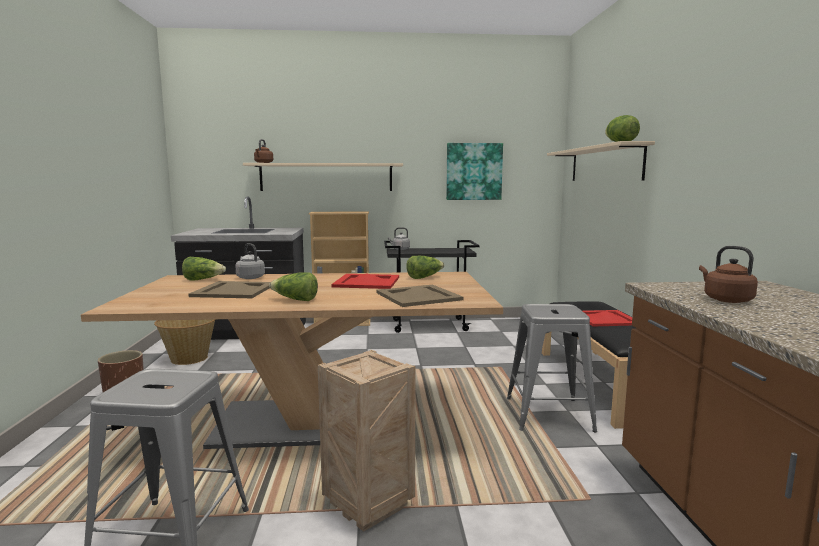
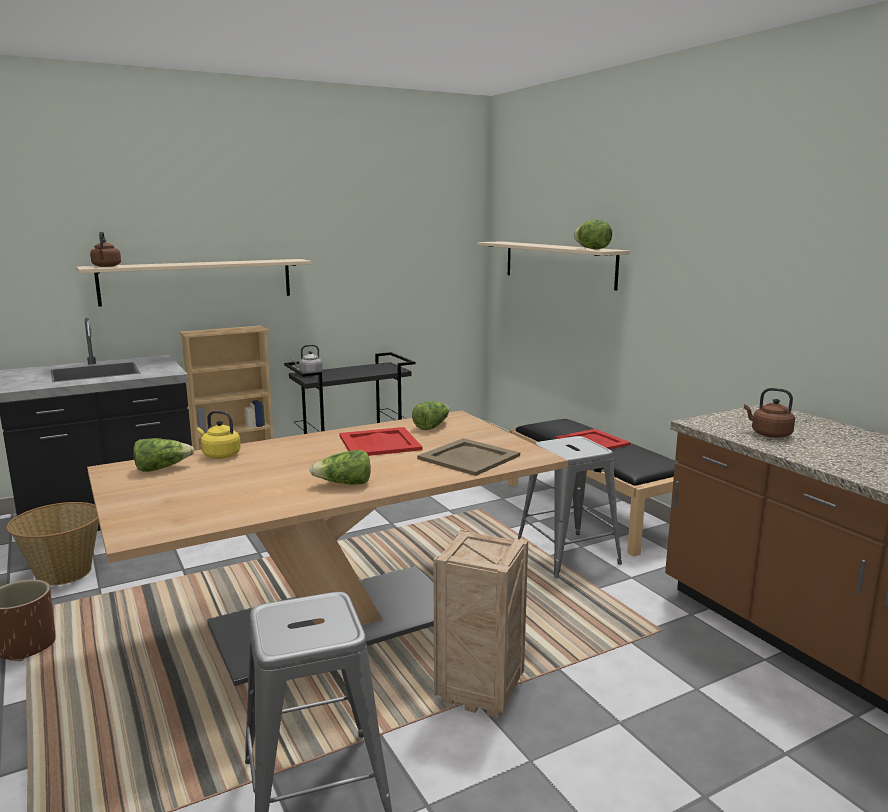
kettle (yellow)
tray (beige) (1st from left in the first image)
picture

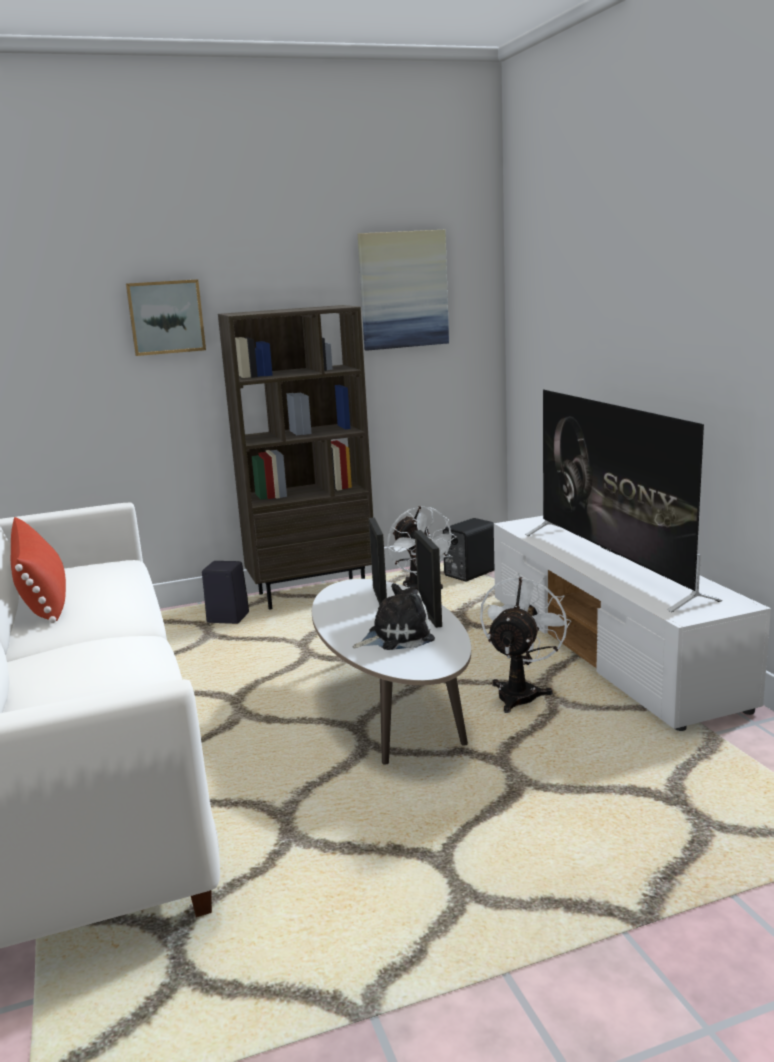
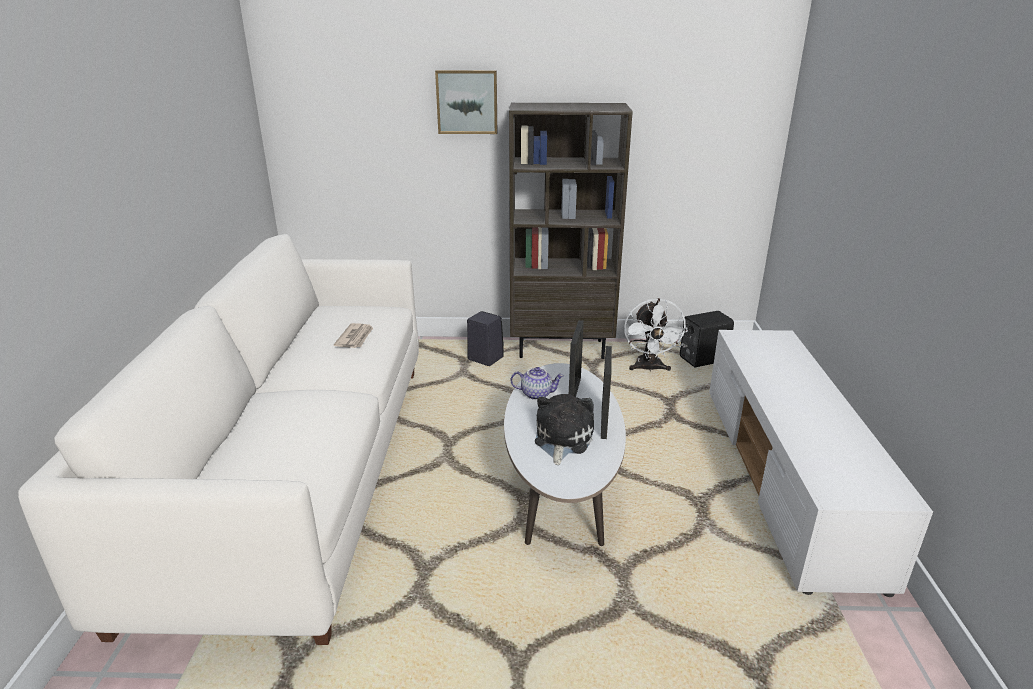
newspaper
teapot
plush toy
pillow (red)
picture (2nd from left in the first image)
fan (white) (2nd from left in the first image)
television

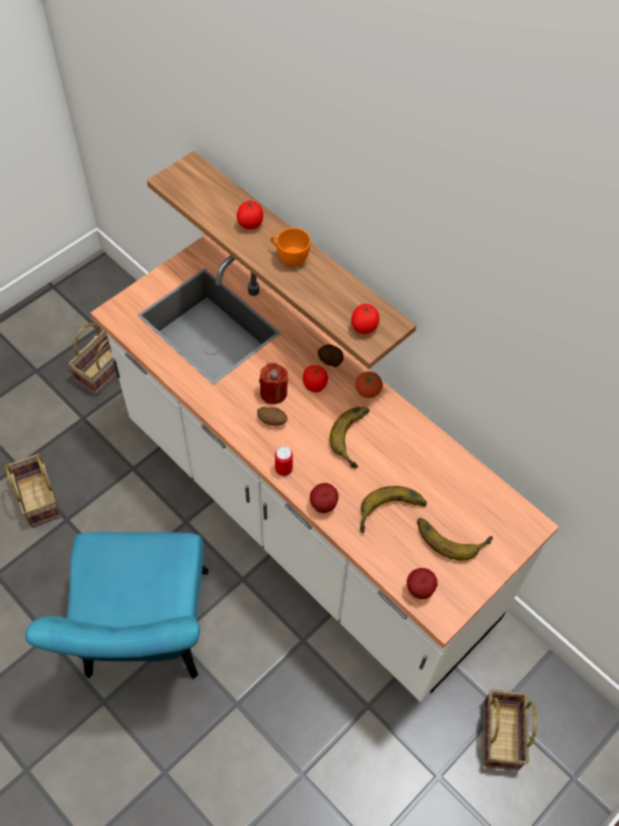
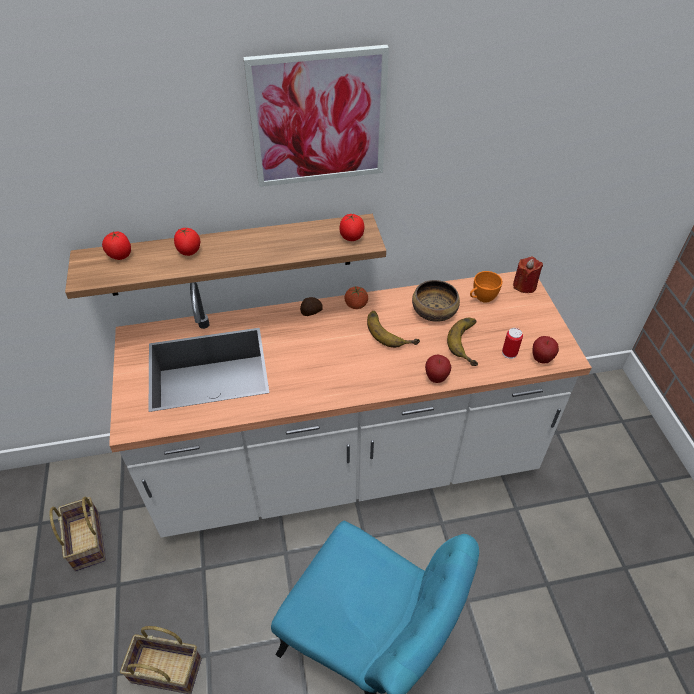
tomato (1st from left)
picture
bowl
cup (orange)
can
candle (red)
potato (1st from left in the first image)
banana (3rd from left in the first image)
basket (3rd from left in the first image)

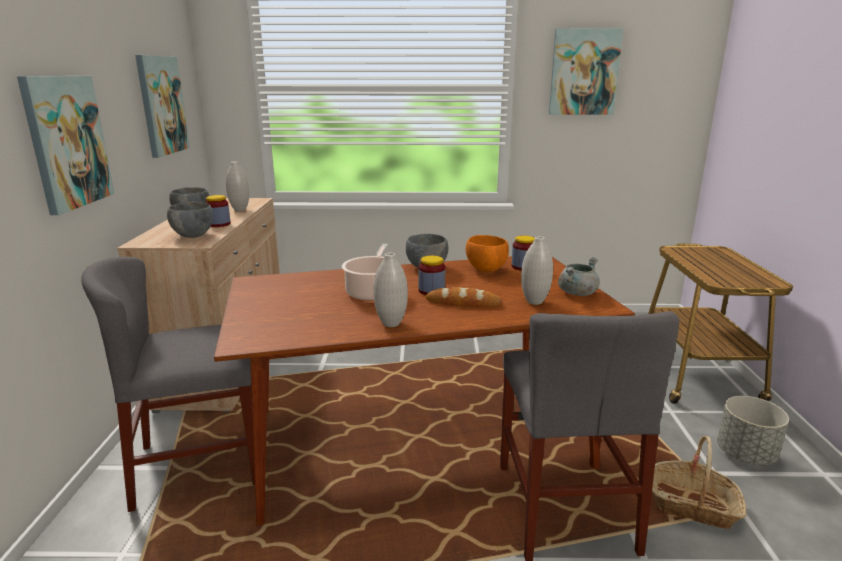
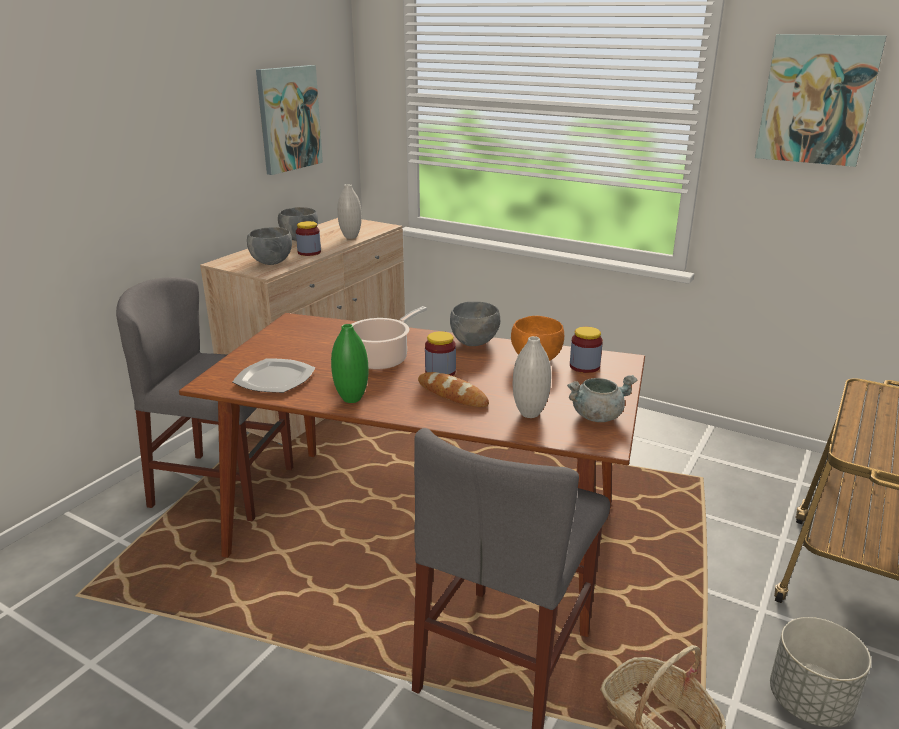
plate
vase (green)
picture (1st from left in the first image)

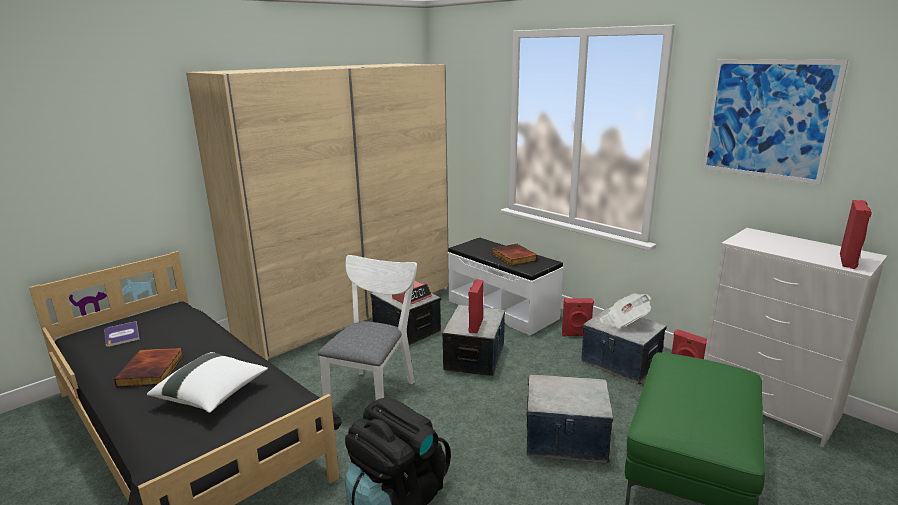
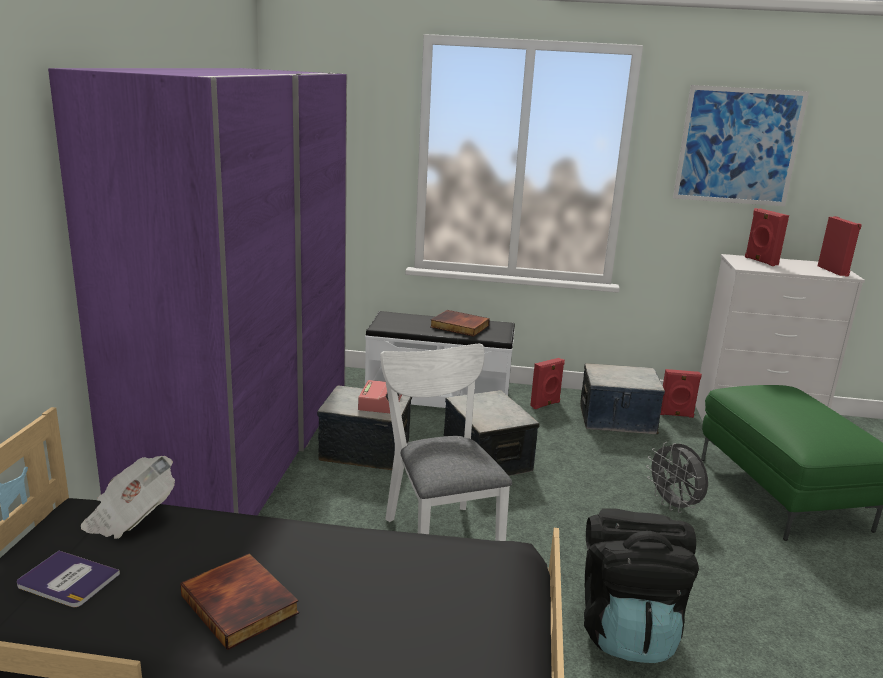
wardrobe (purple)
newspaper
fan (grey)
speaker (red) (3rd from left)
pillow (white)

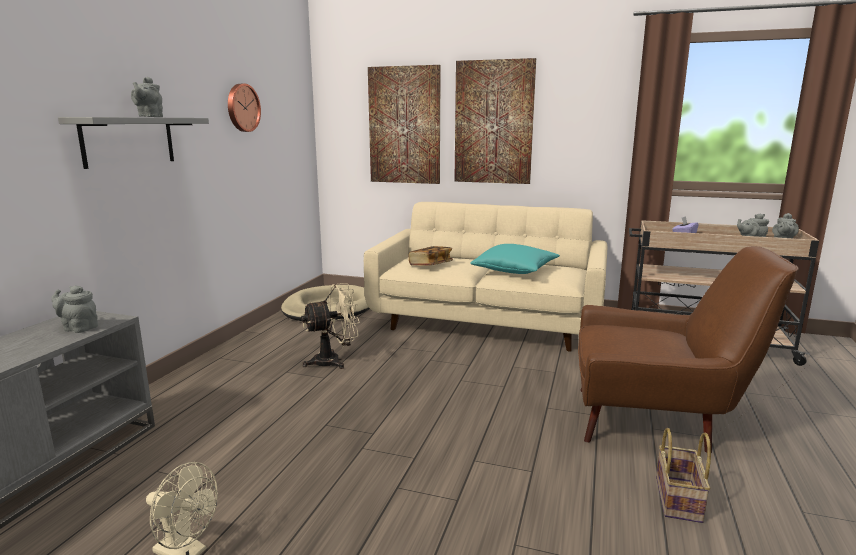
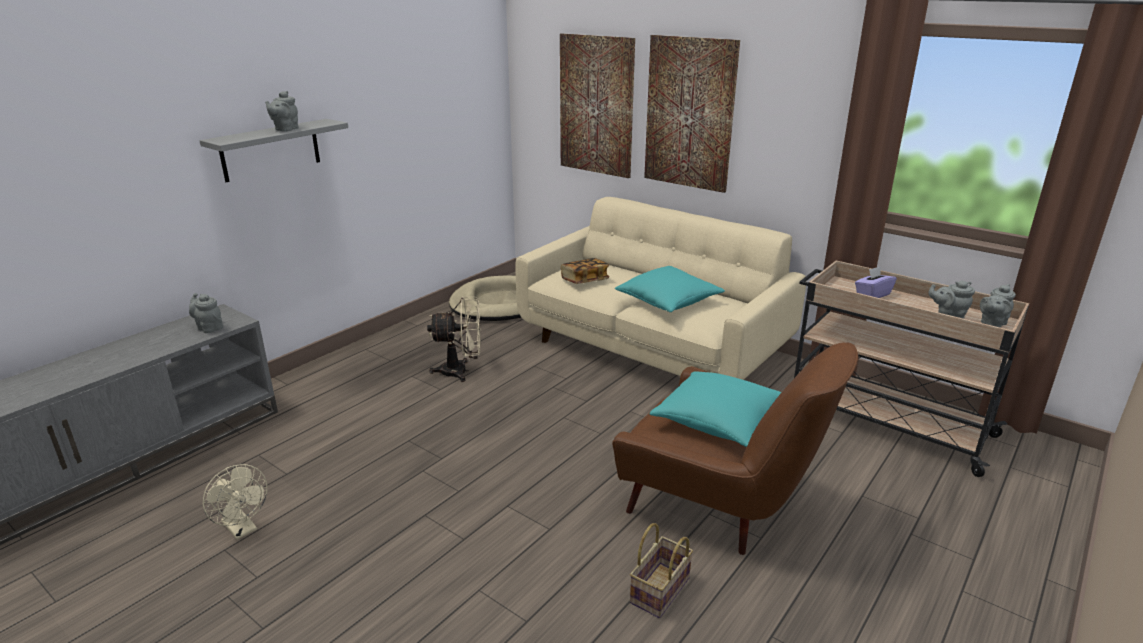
pillow (turquoise) (2nd from left)
wall clock

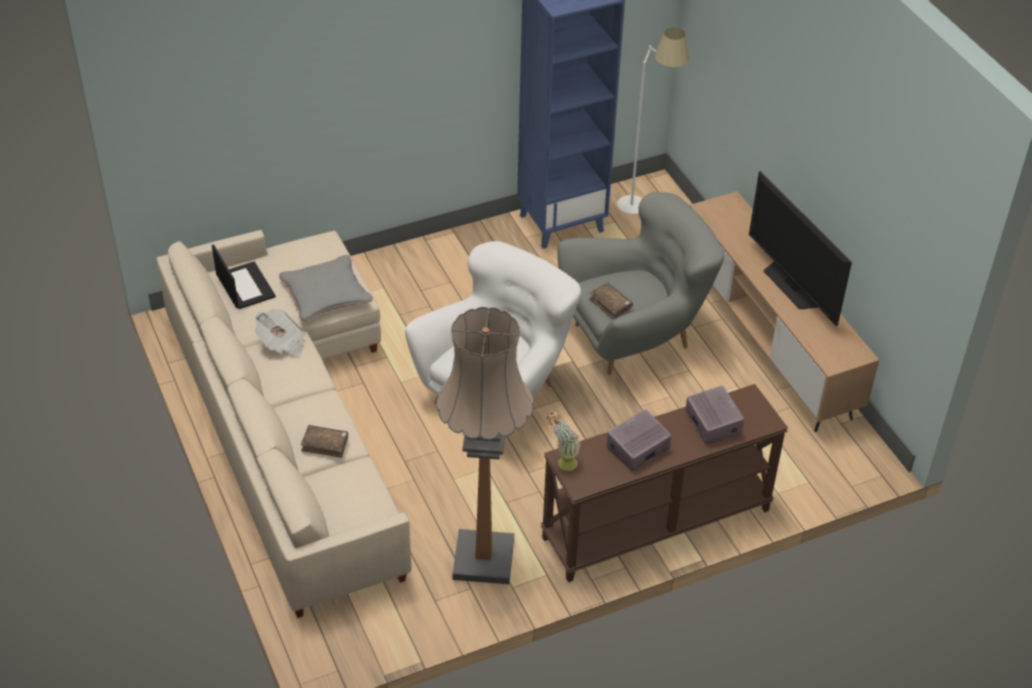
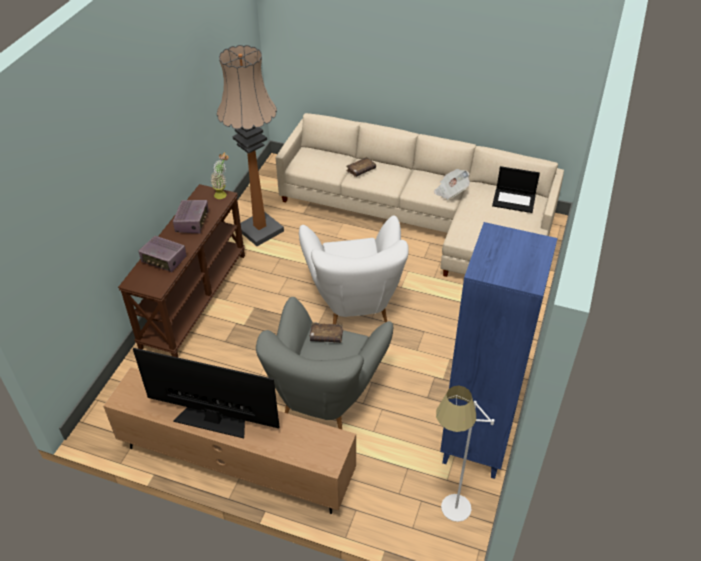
pillow (grey)

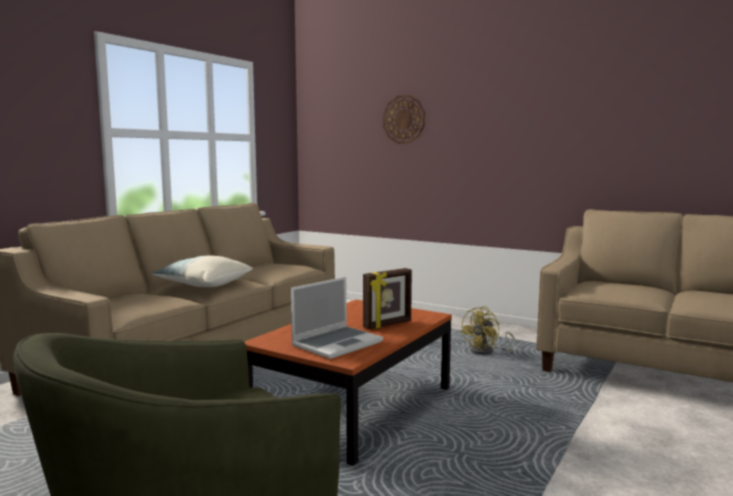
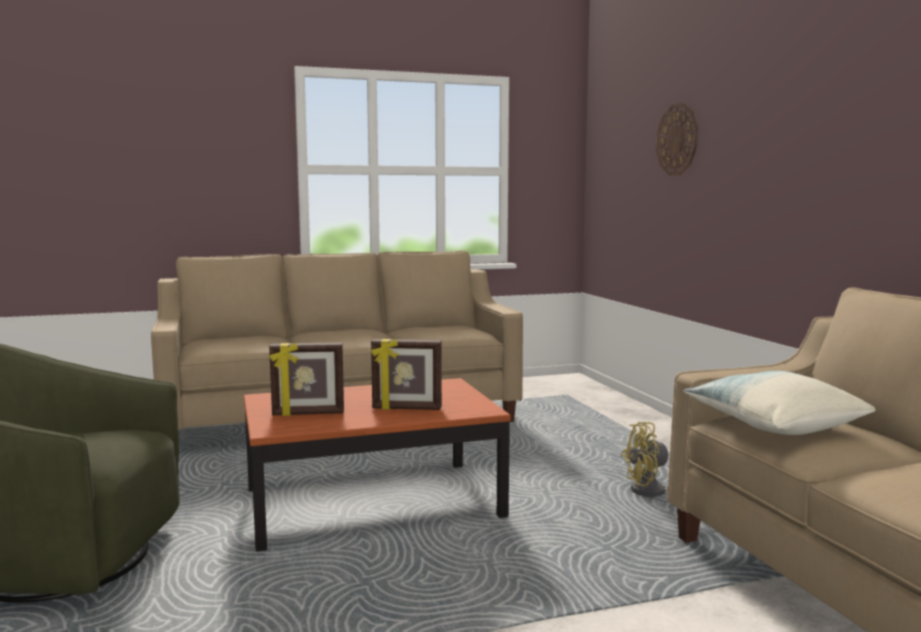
picture frame (1st from left)
pillow

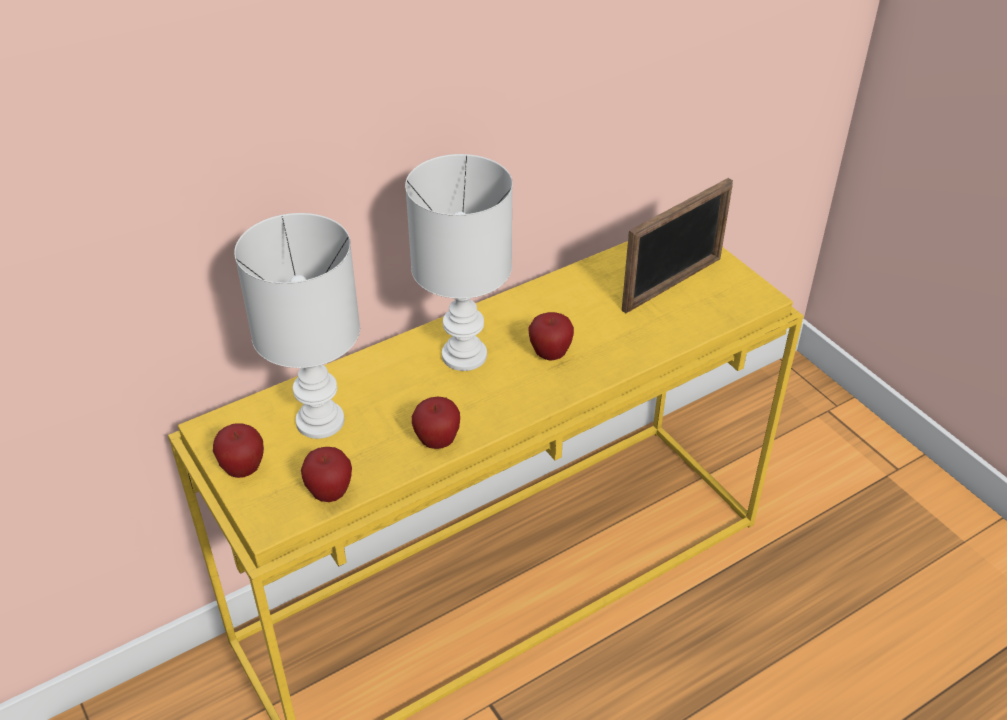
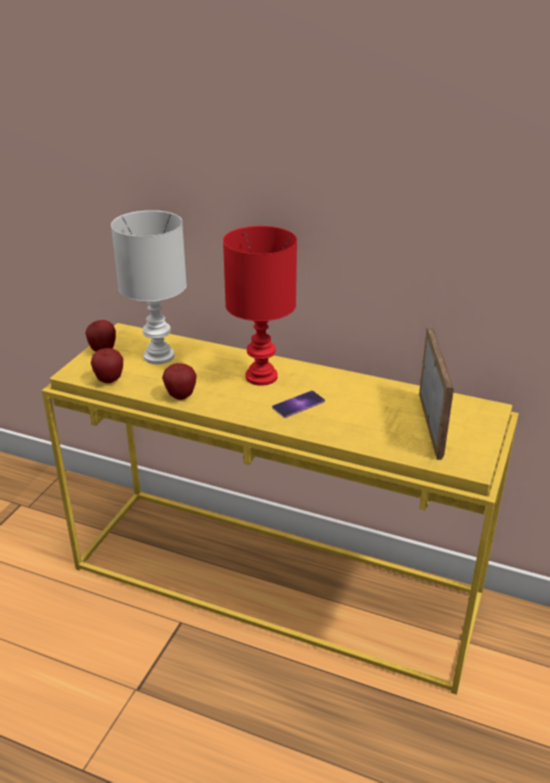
table lamp (red)
phone
picture frame

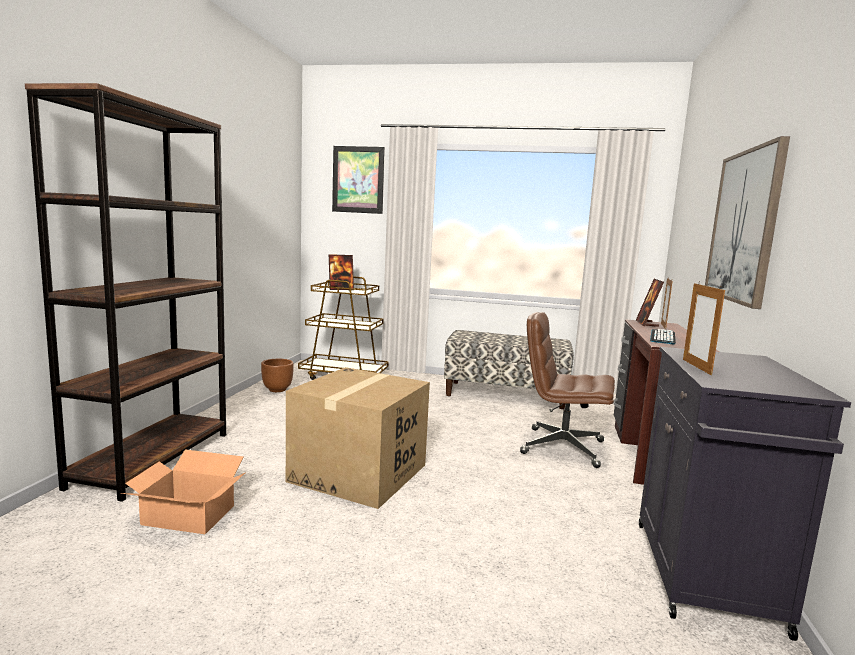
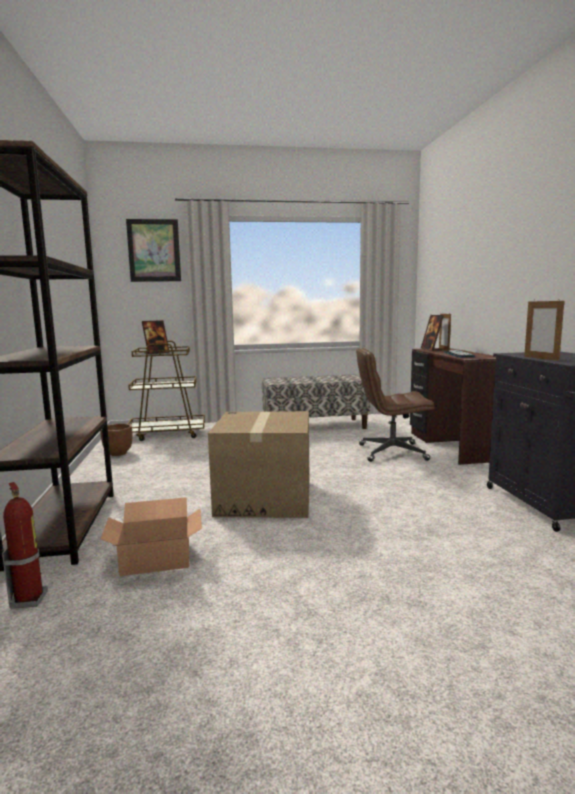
fire extinguisher
picture (2nd from left in the first image)

